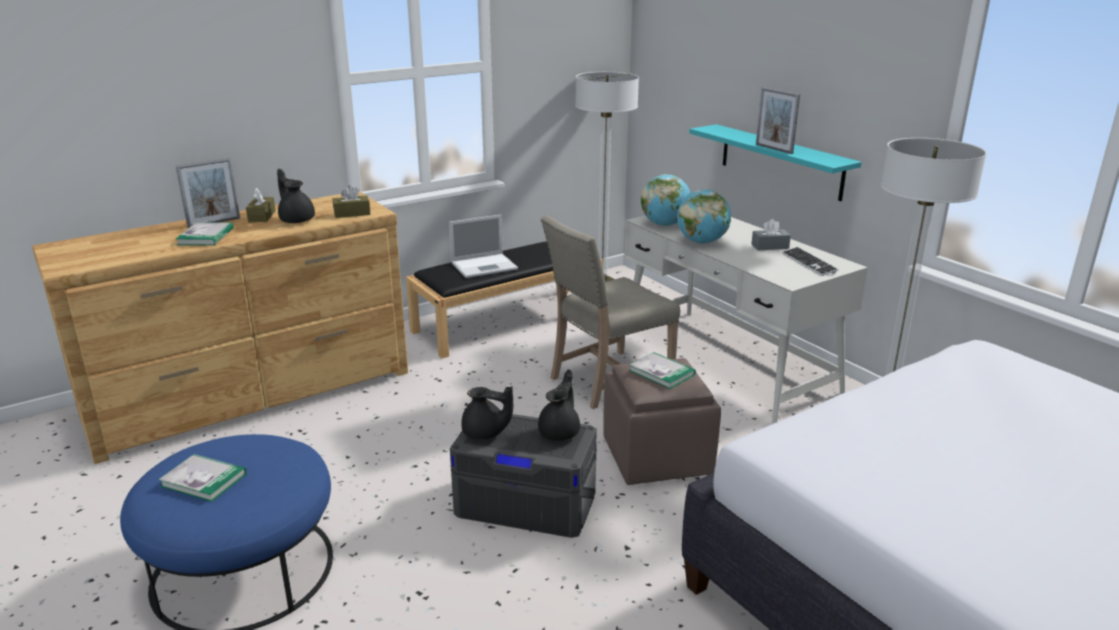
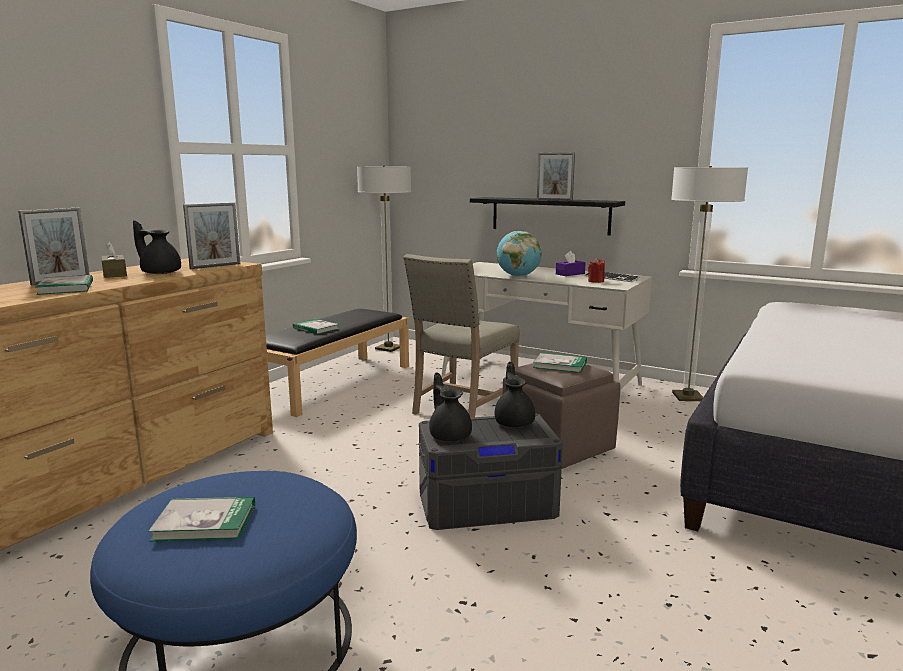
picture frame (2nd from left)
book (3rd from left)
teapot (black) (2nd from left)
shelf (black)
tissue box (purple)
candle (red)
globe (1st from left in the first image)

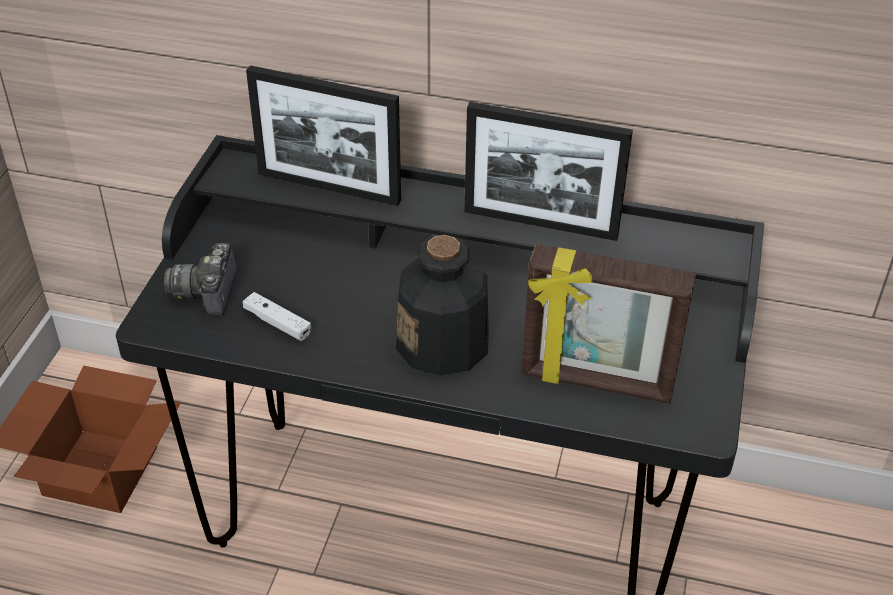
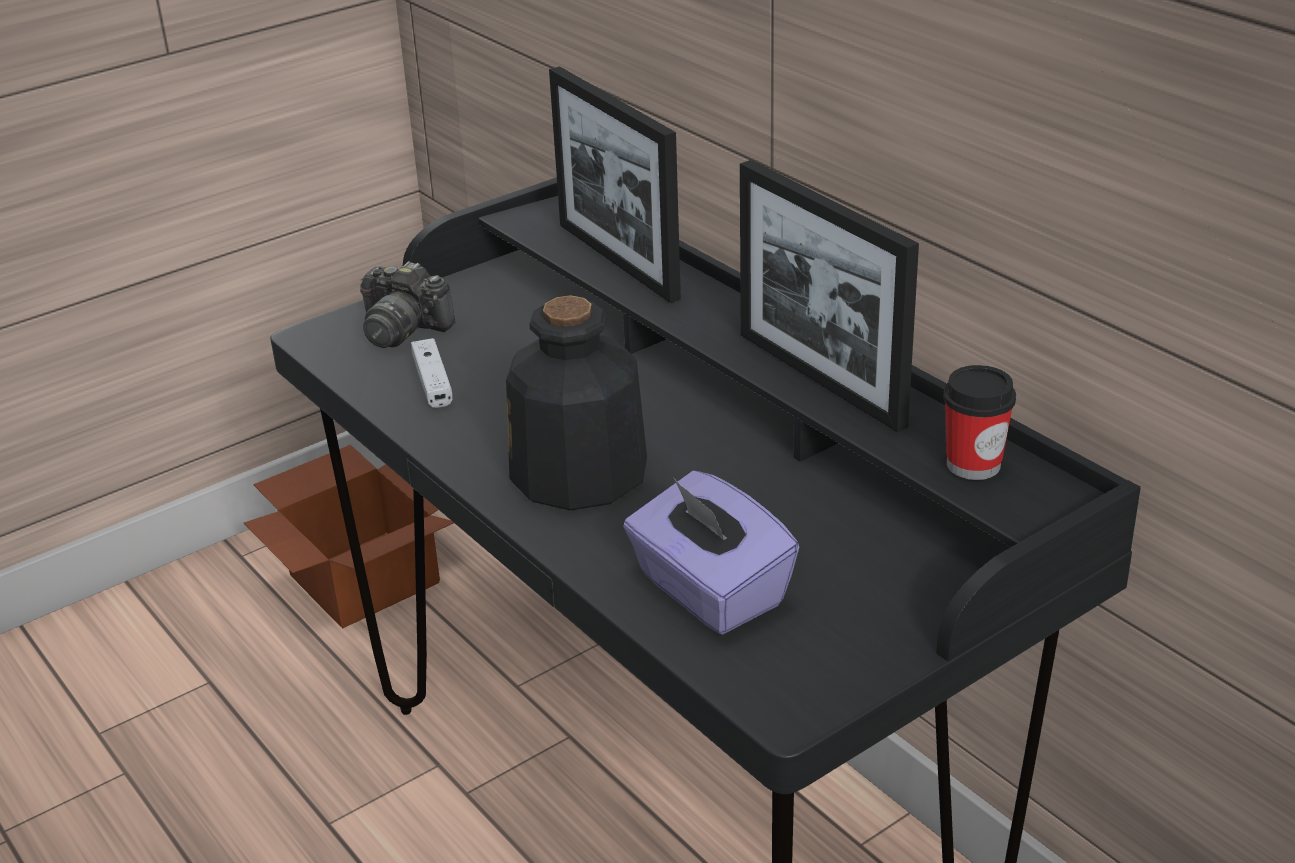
photo camera
tissue box (purple)
cup

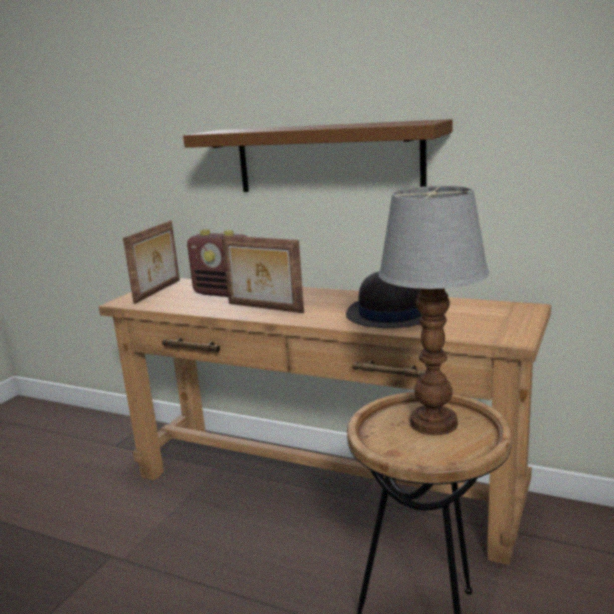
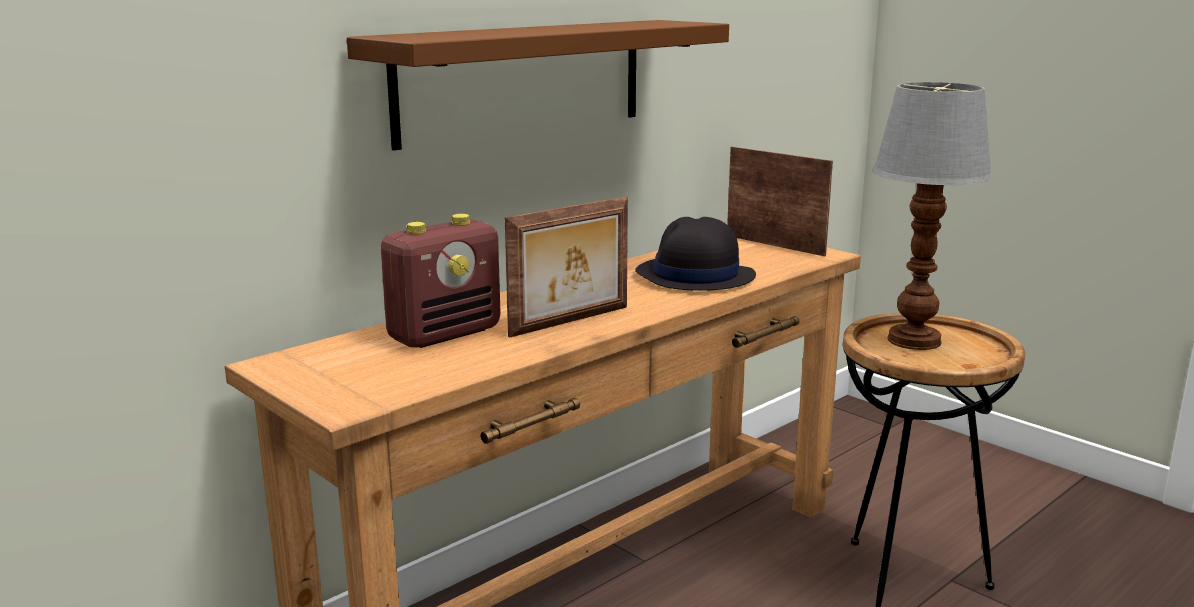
picture frame (2nd from left)

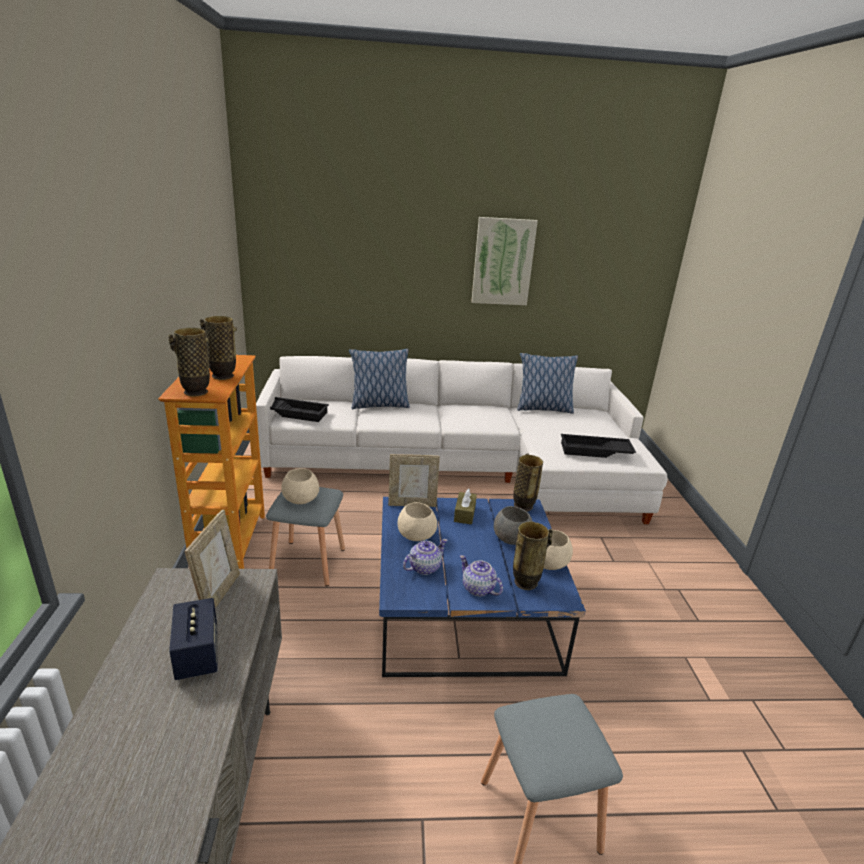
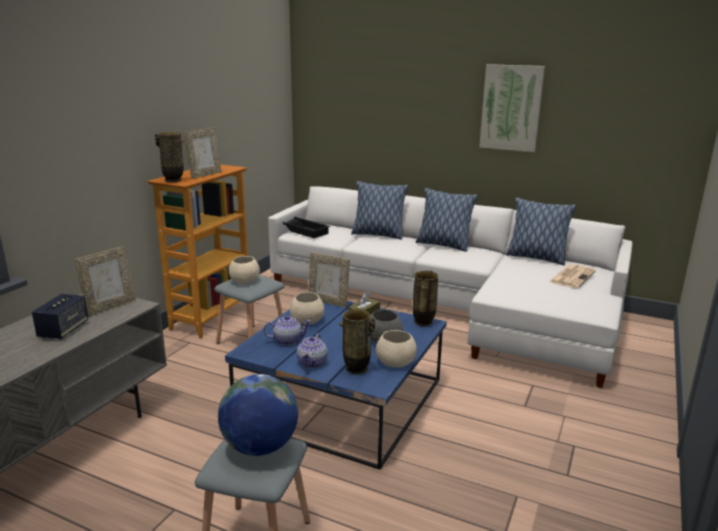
picture frame (2nd from left)
globe
teapot (2nd from left)
pillow (2nd from left)
newspaper
tray (black) (2nd from left in the first image)

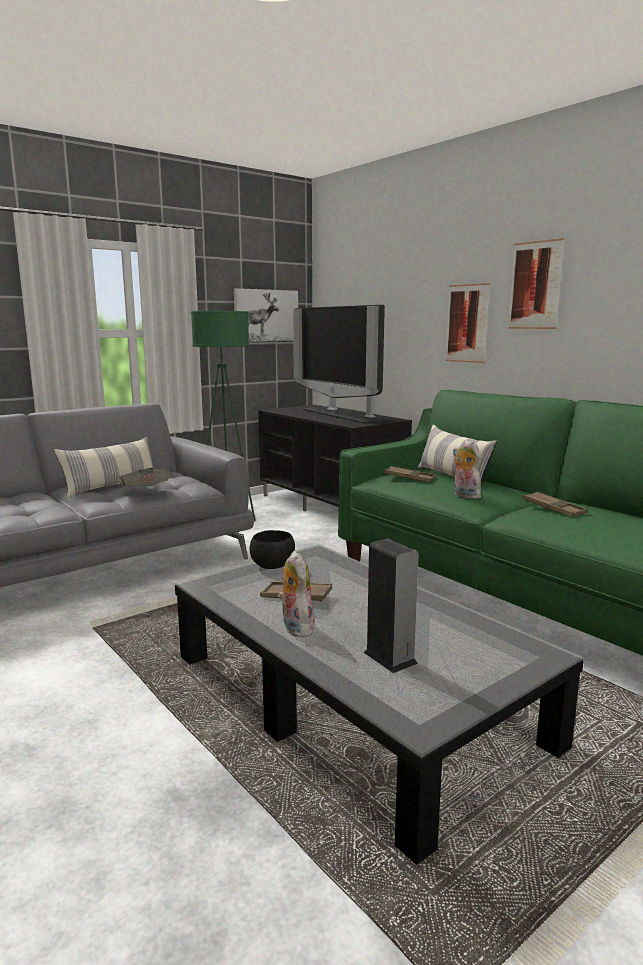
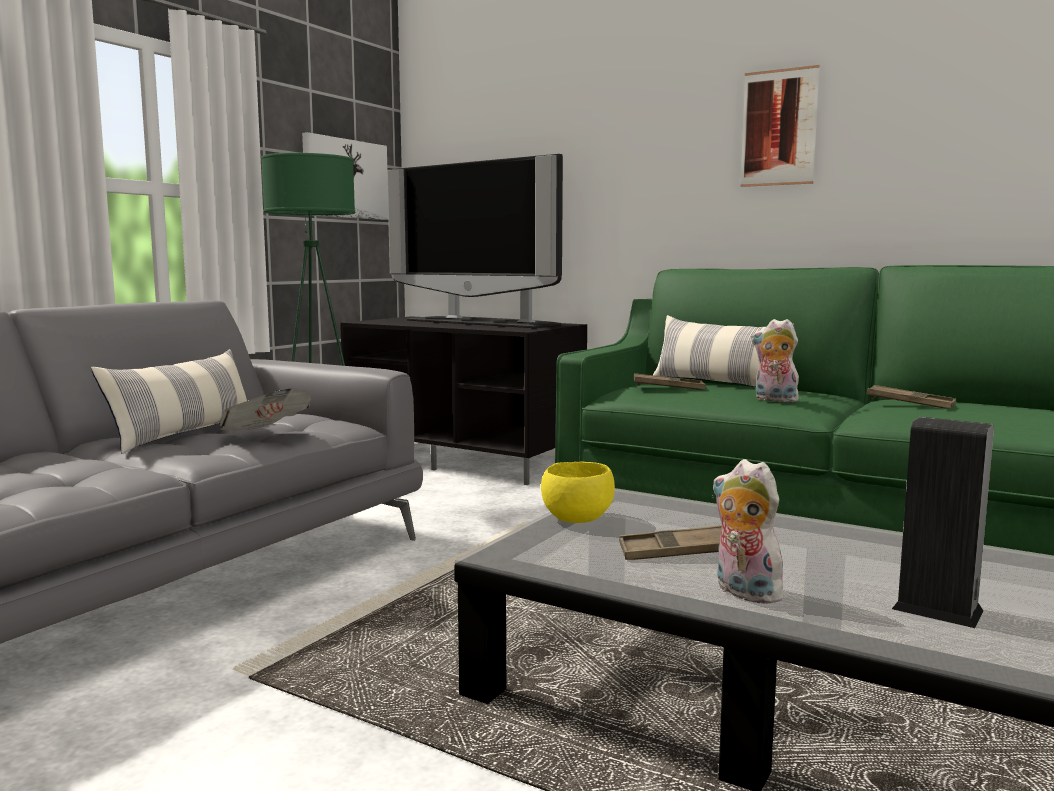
bowl (yellow)
picture (2nd from left in the first image)

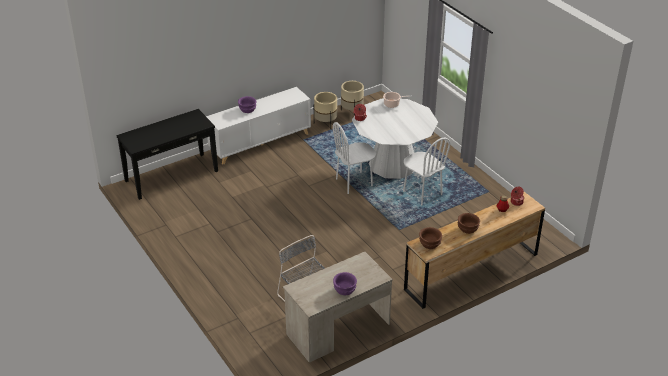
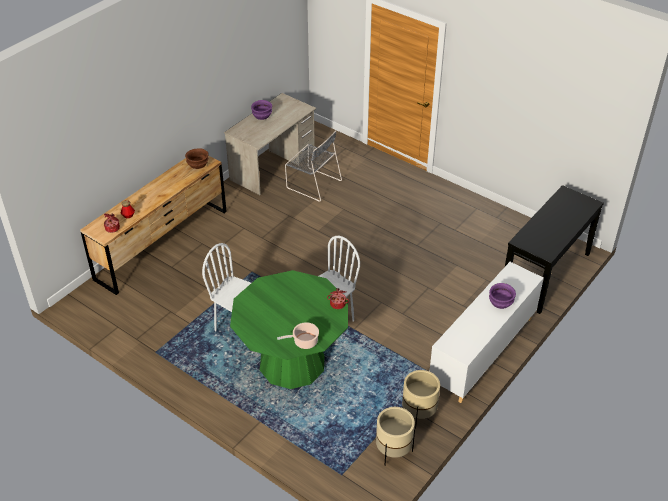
dining table (green)
bowl (brown) (2nd from left in the first image)

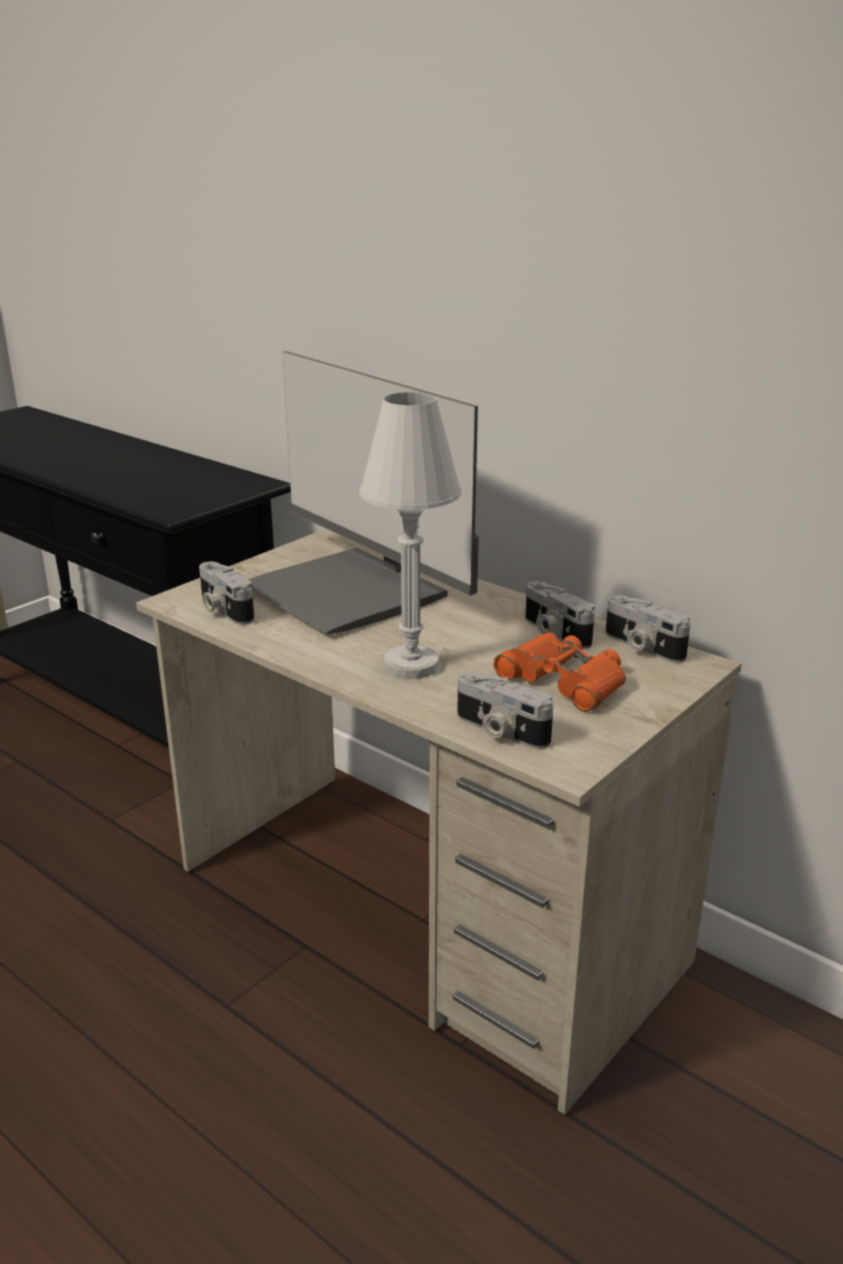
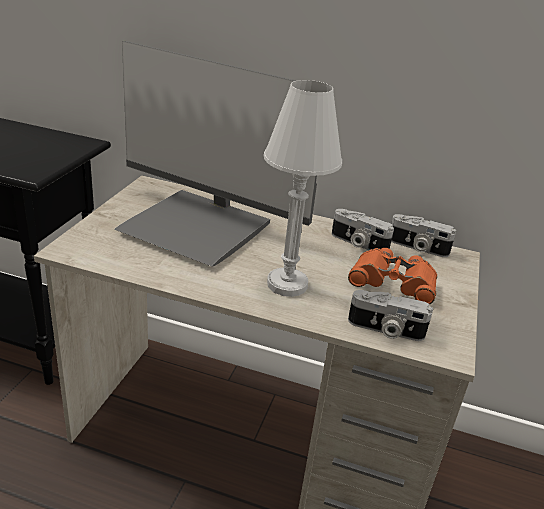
photo camera (1st from left in the first image)

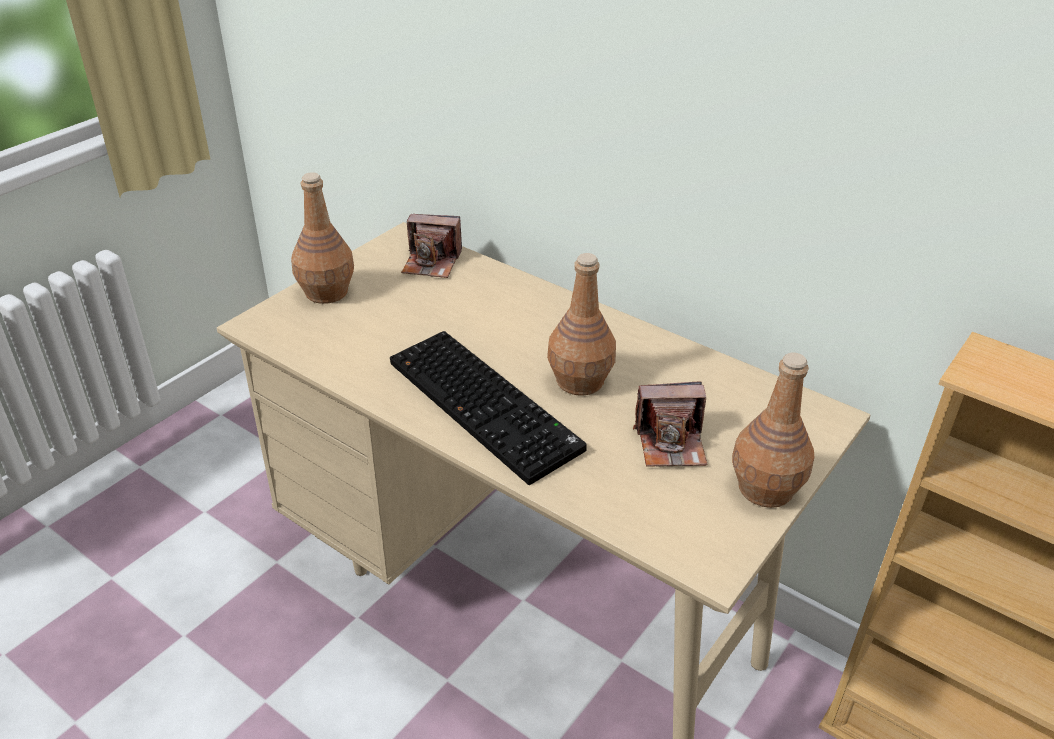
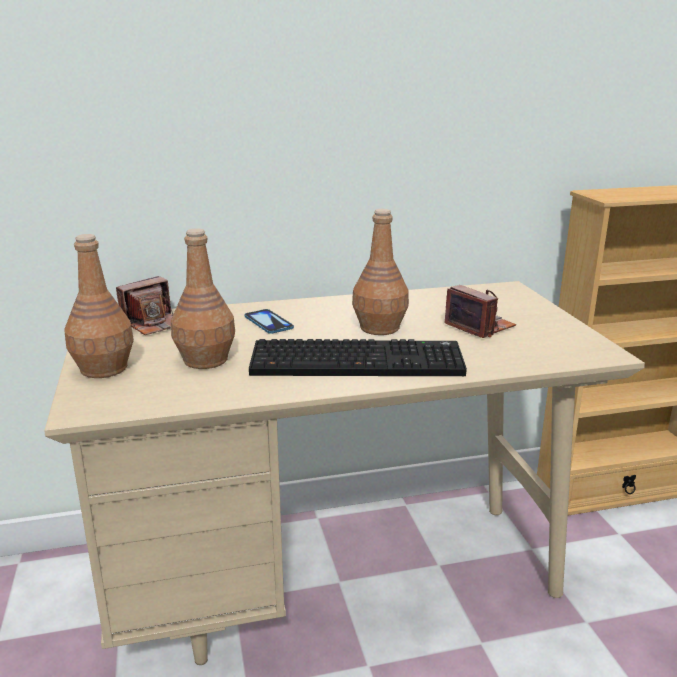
bottle (brown) (2nd from left)
phone
photo camera (2nd from left)

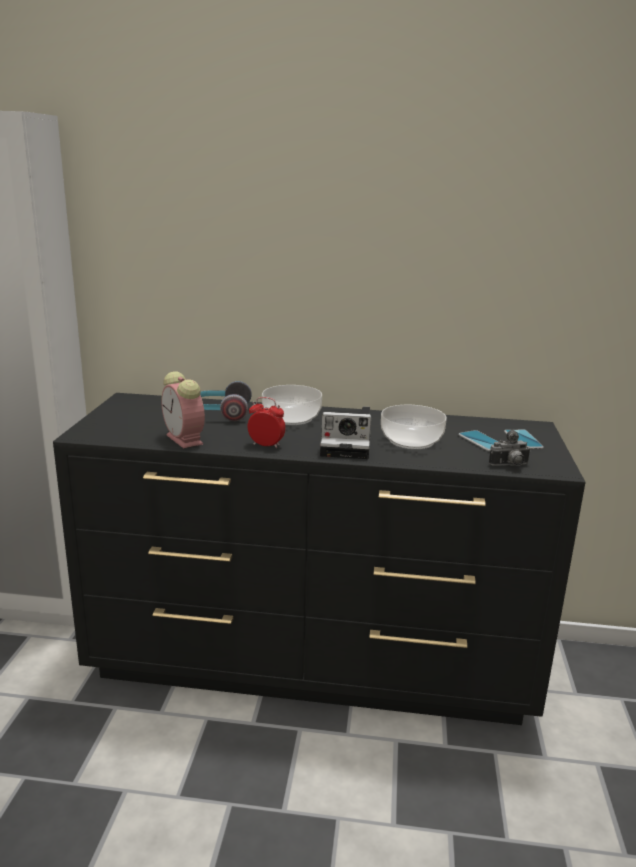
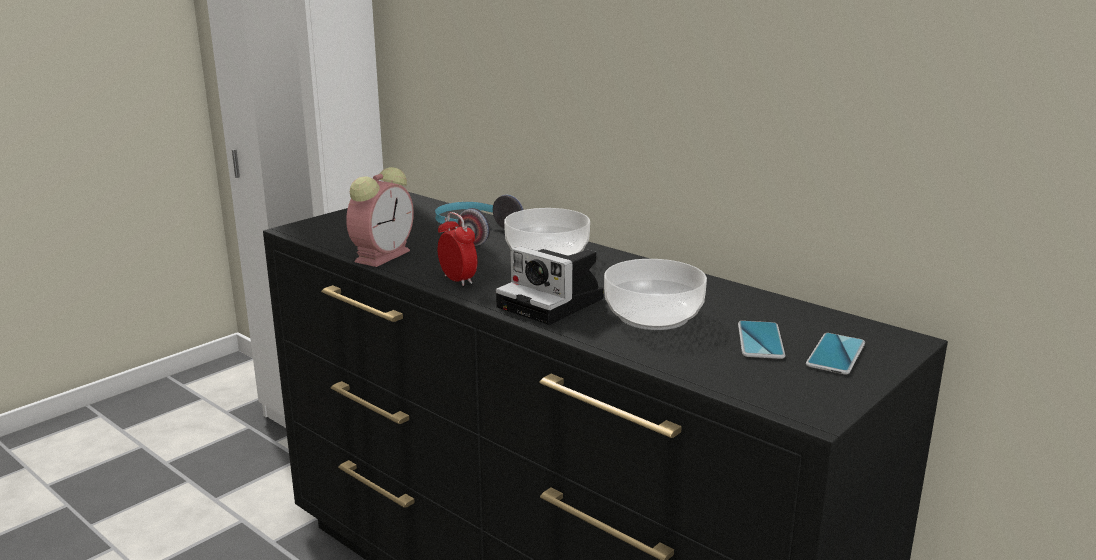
alarm clock (1st from left)
photo camera (2nd from left in the first image)

